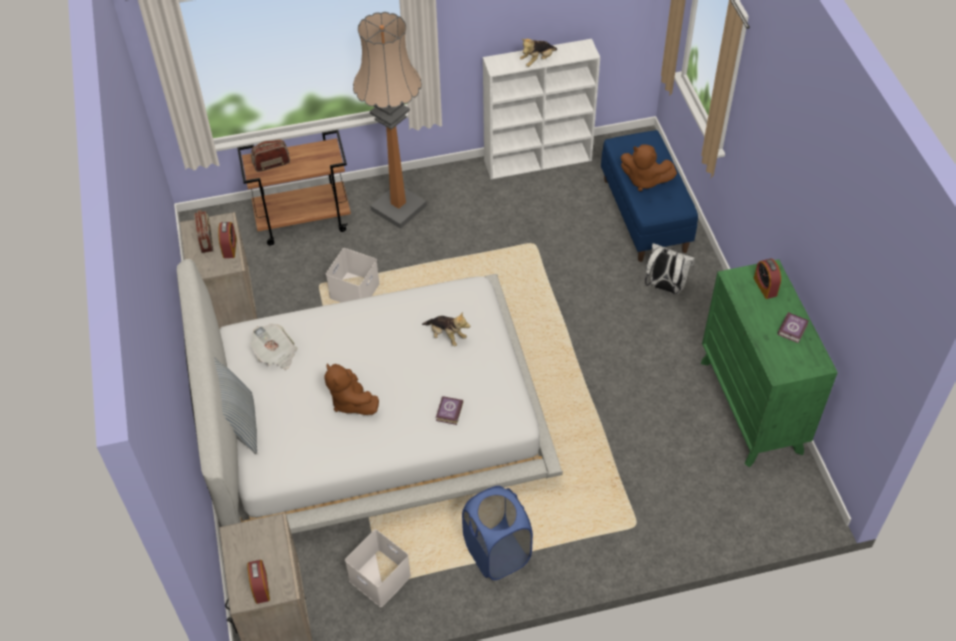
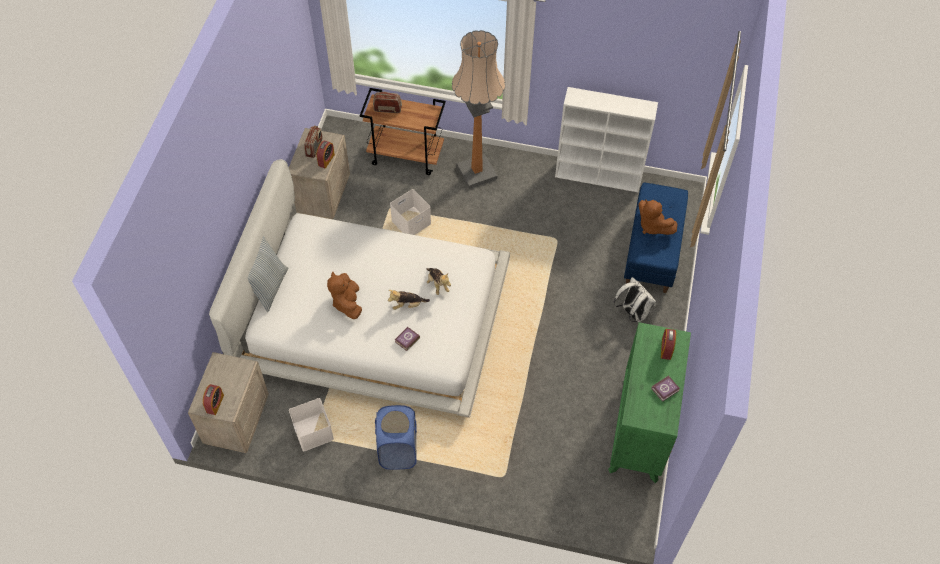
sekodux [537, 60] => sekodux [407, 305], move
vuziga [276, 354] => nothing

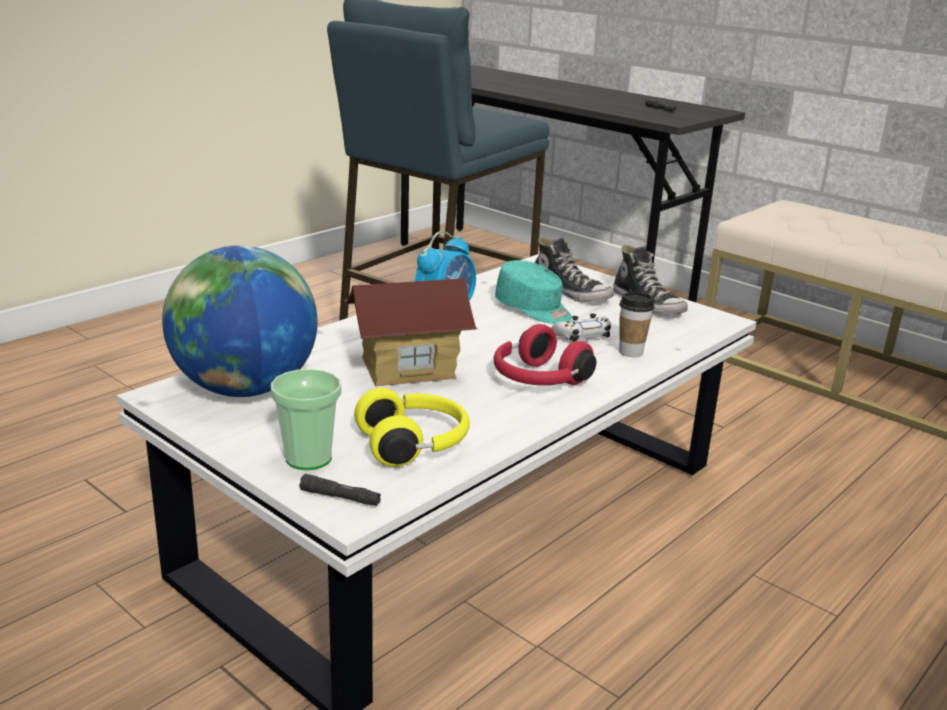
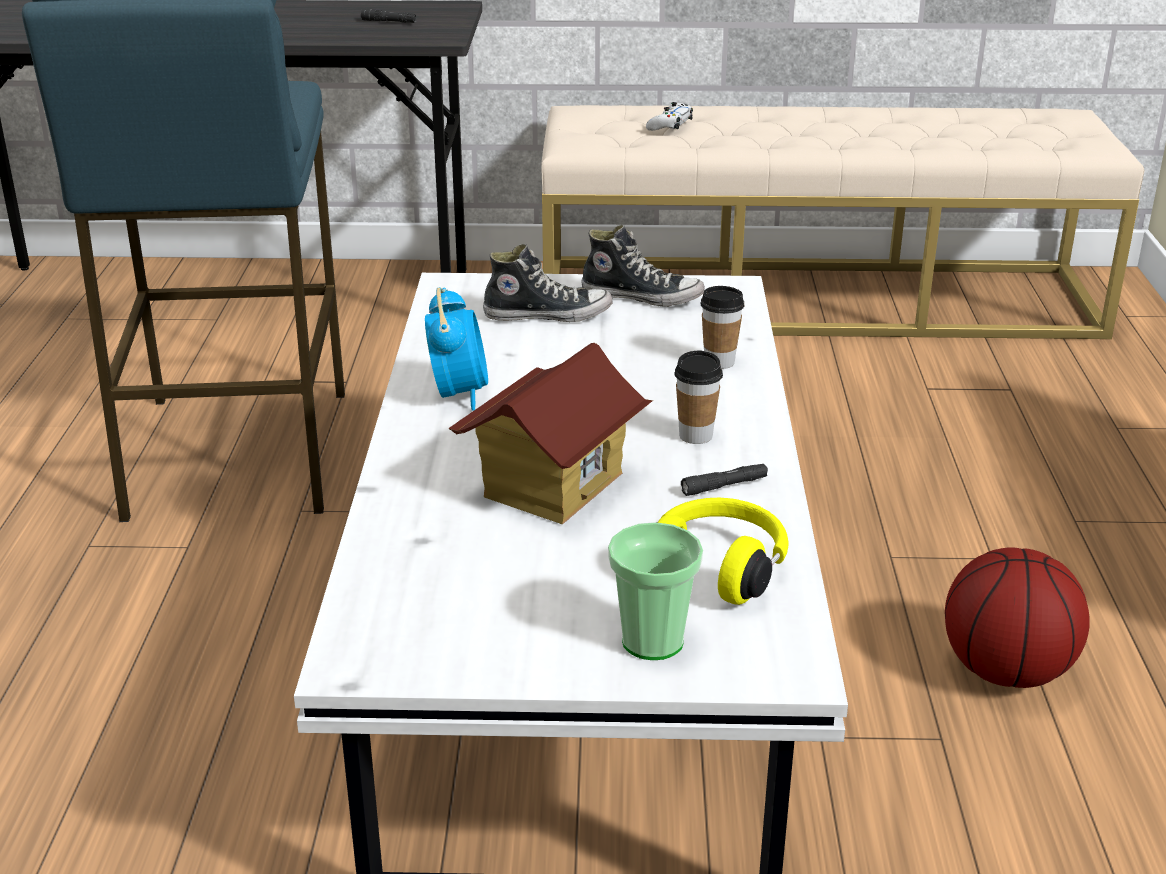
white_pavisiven [582, 336] => white_pavisiven [670, 125], move
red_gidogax [538, 380] => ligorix [695, 436]
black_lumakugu [340, 497] => black_lumakugu [724, 486], move
nothing => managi [1007, 672]
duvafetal [245, 389] => nothing
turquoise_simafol [534, 309] => nothing

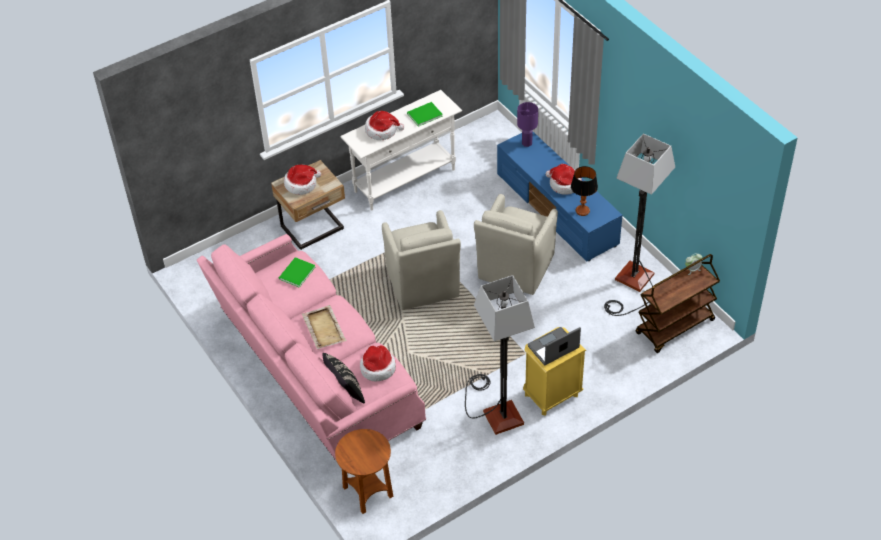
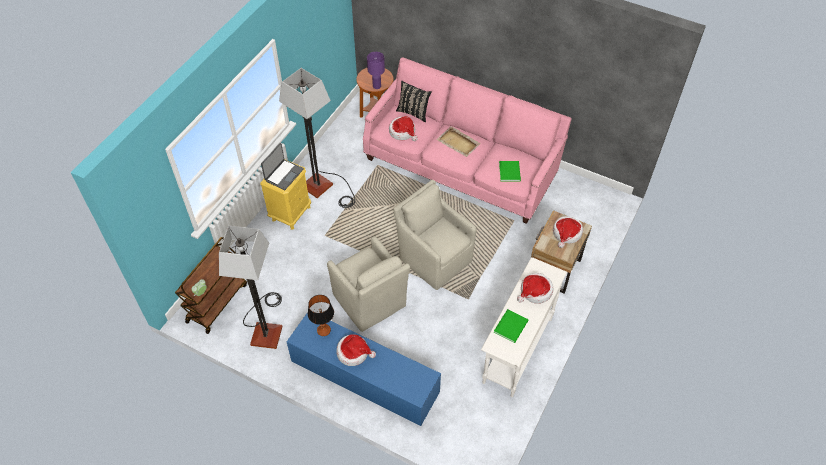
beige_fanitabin [515, 268] => beige_fanitabin [370, 302], 150 degrees clockwise
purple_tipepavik [526, 143] => purple_tipepavik [377, 86], move

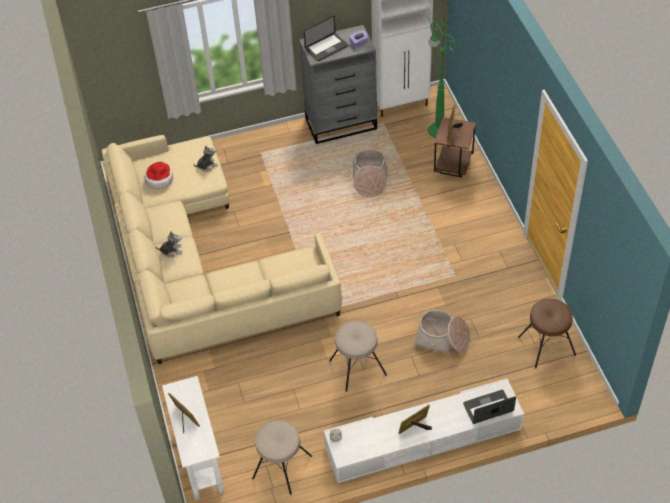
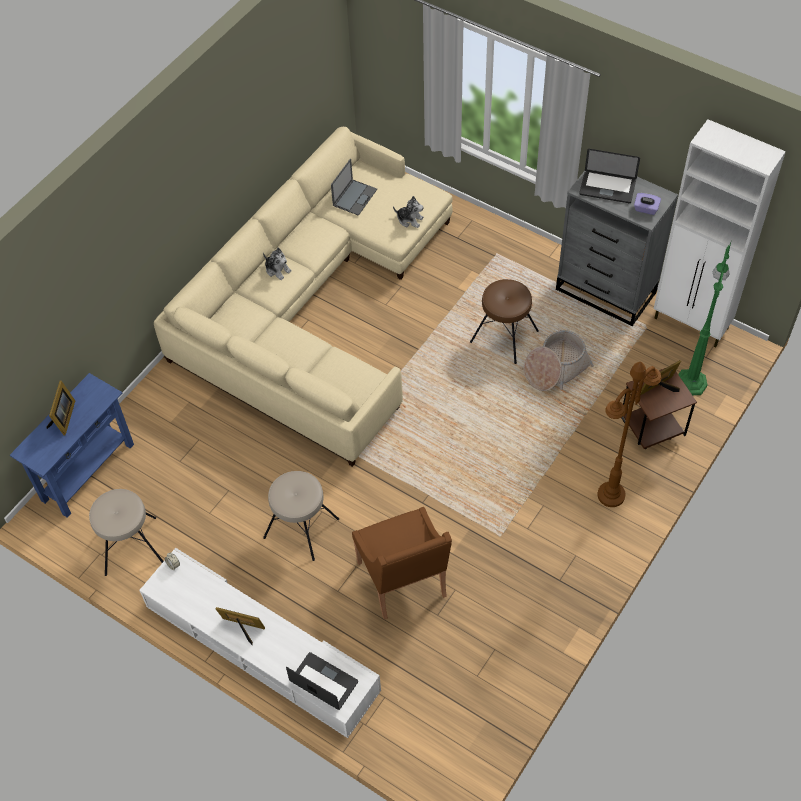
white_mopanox [200, 459] => blue_mopanox [88, 472]
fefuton [159, 179] => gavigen [355, 197]
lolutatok [442, 339] => brown_fanitabin [404, 581]
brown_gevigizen [546, 345] => brown_gevigizen [504, 336], move
nothing => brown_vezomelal [611, 495]

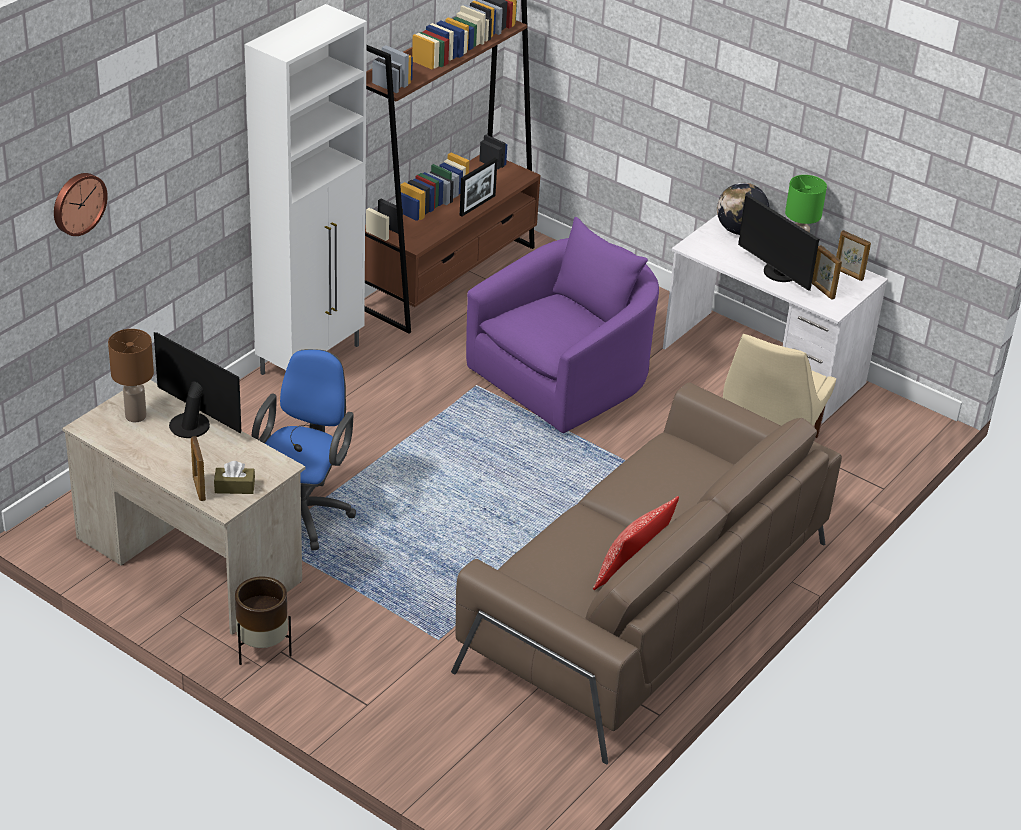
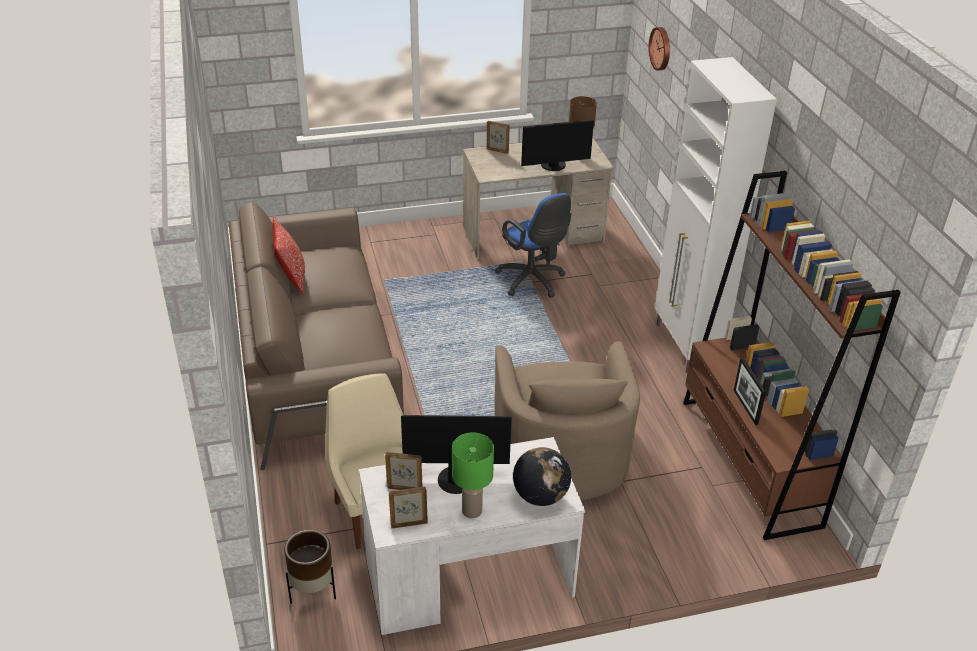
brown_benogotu [263, 650] => brown_benogotu [312, 590], move
purple_fanitabin [565, 377] => beige_fanitabin [561, 452]
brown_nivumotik [234, 487] => nothing

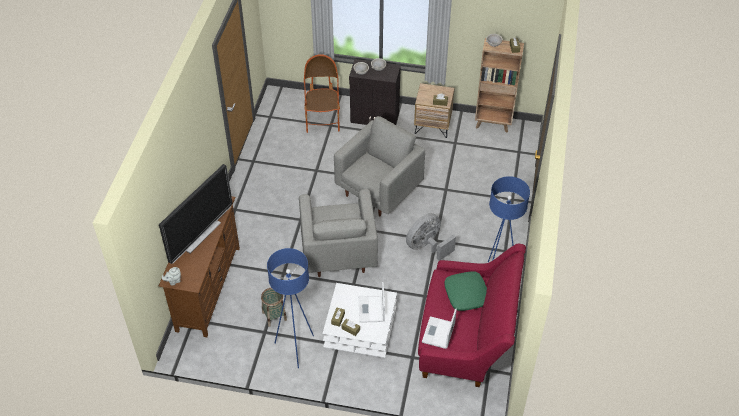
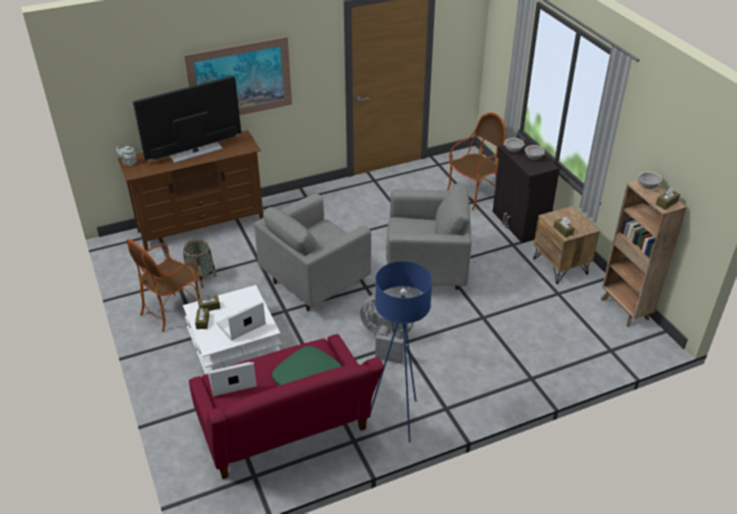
blue_vezomelal [295, 348] => fanitabin [172, 310]
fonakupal [200, 234] => fonakupal [195, 152], 150 degrees clockwise
nothing => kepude [240, 80]

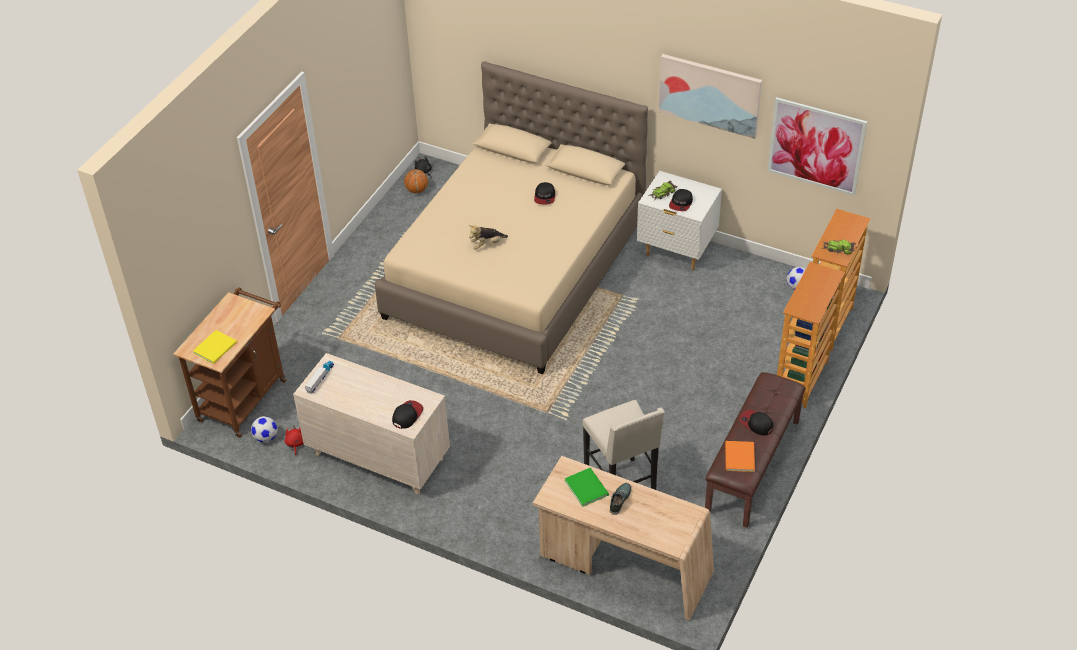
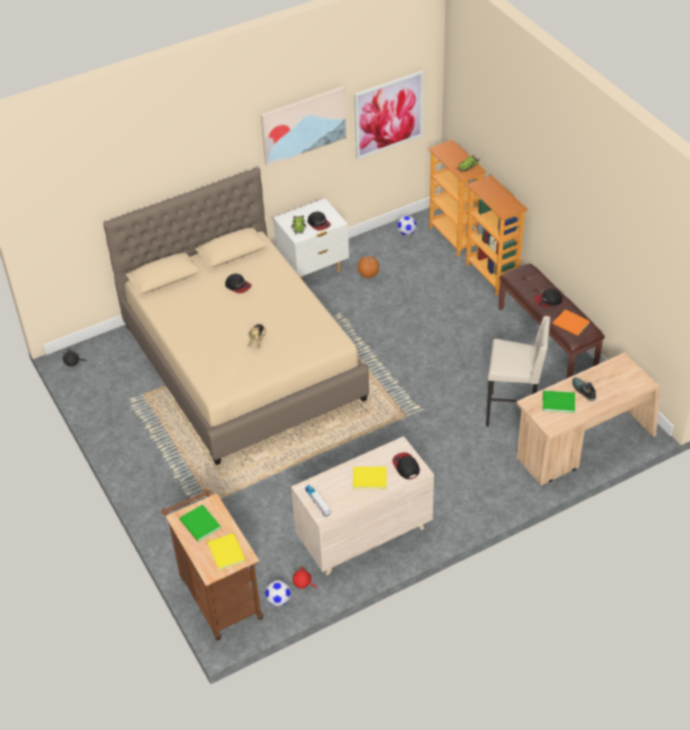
nothing => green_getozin [200, 525]
nothing => yellow_getozin [368, 477]
managi [417, 190] => managi [368, 275], move

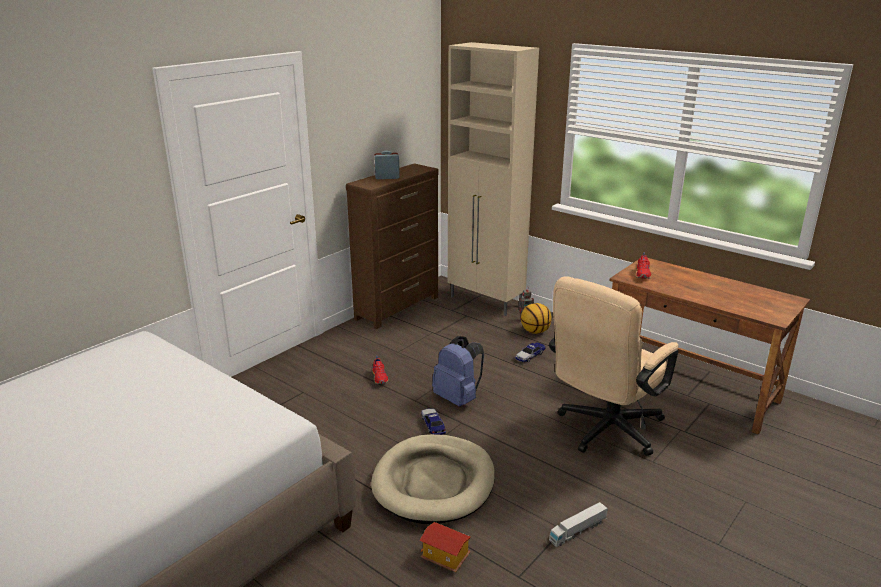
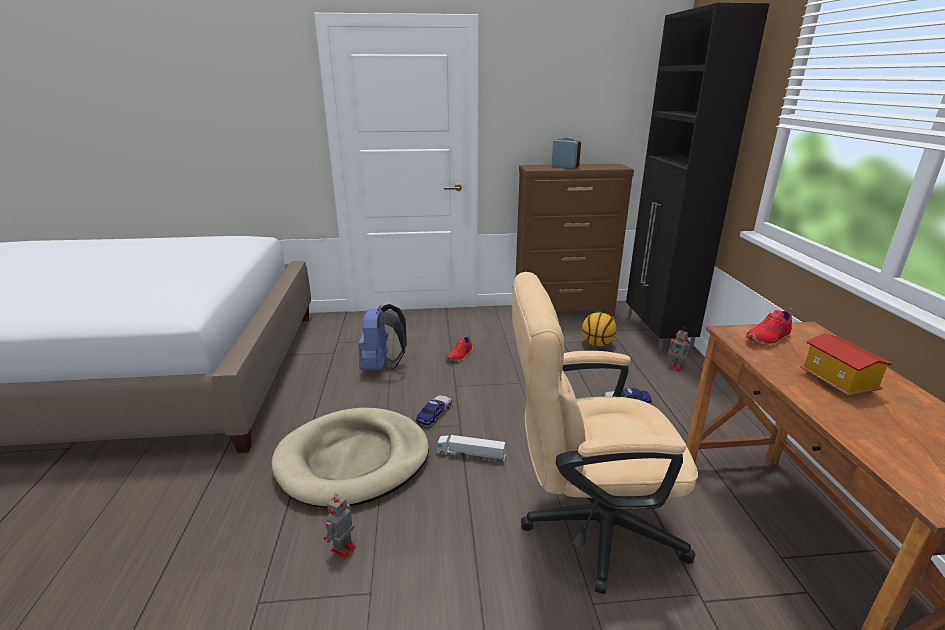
nothing => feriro [342, 549]
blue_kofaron [458, 398] => blue_kofaron [381, 366], move
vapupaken [578, 531] => vapupaken [470, 455], move
managi [535, 331] => managi [597, 344], move
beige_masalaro [486, 302] => black_masalaro [657, 336]
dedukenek [444, 558] => dedukenek [836, 383], move

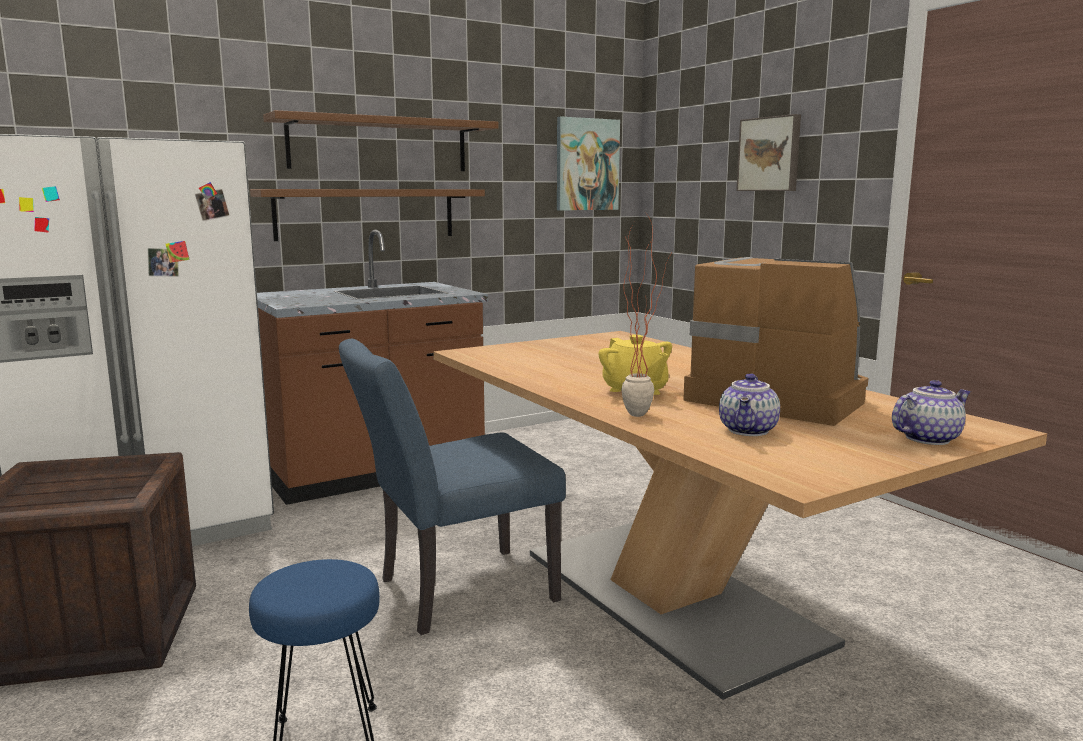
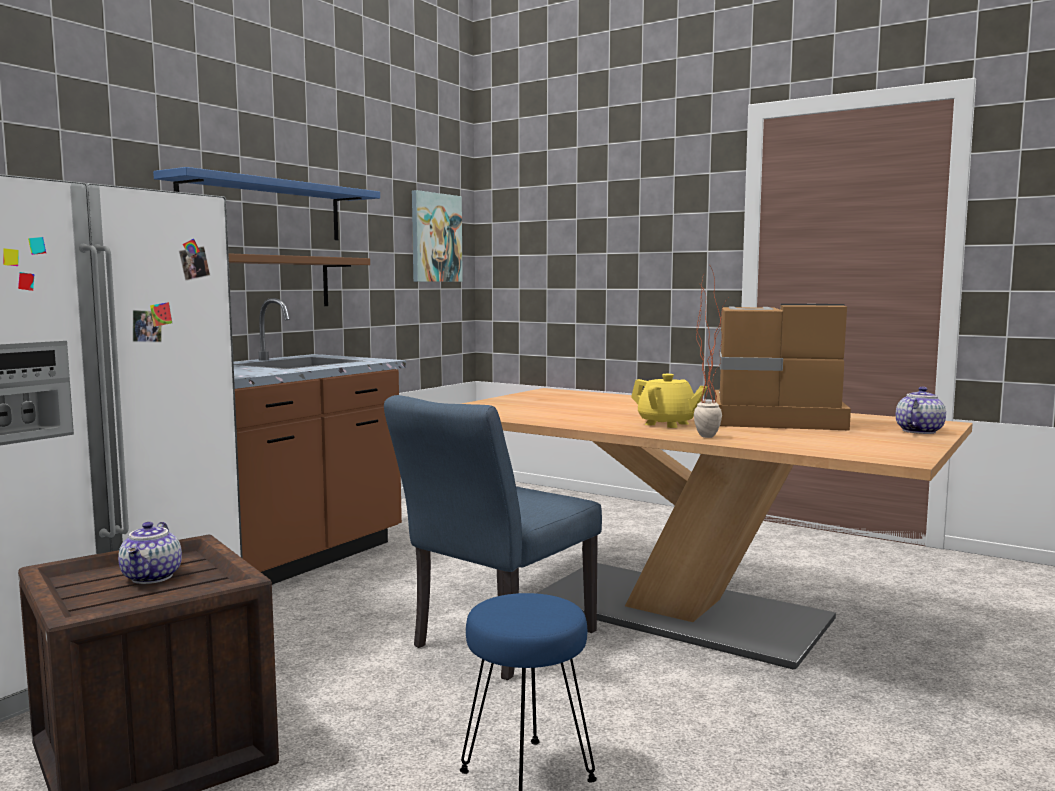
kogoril [749, 431] => kogoril [153, 577], move
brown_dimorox [379, 145] => blue_dimorox [263, 210]
kepude [770, 154] => nothing

